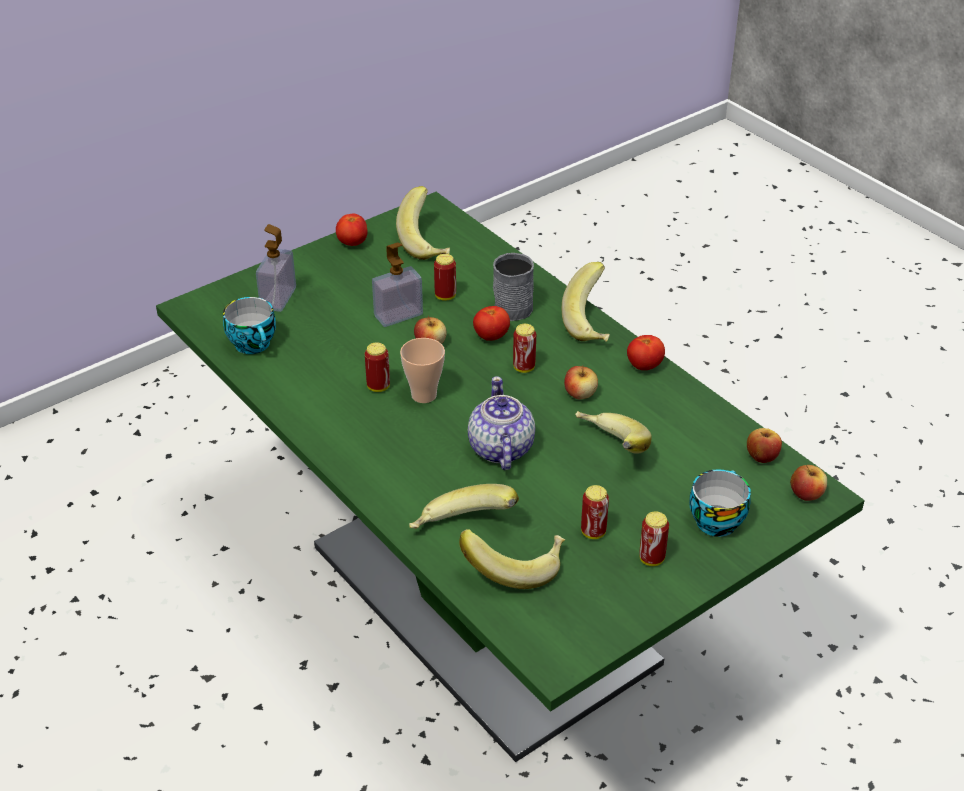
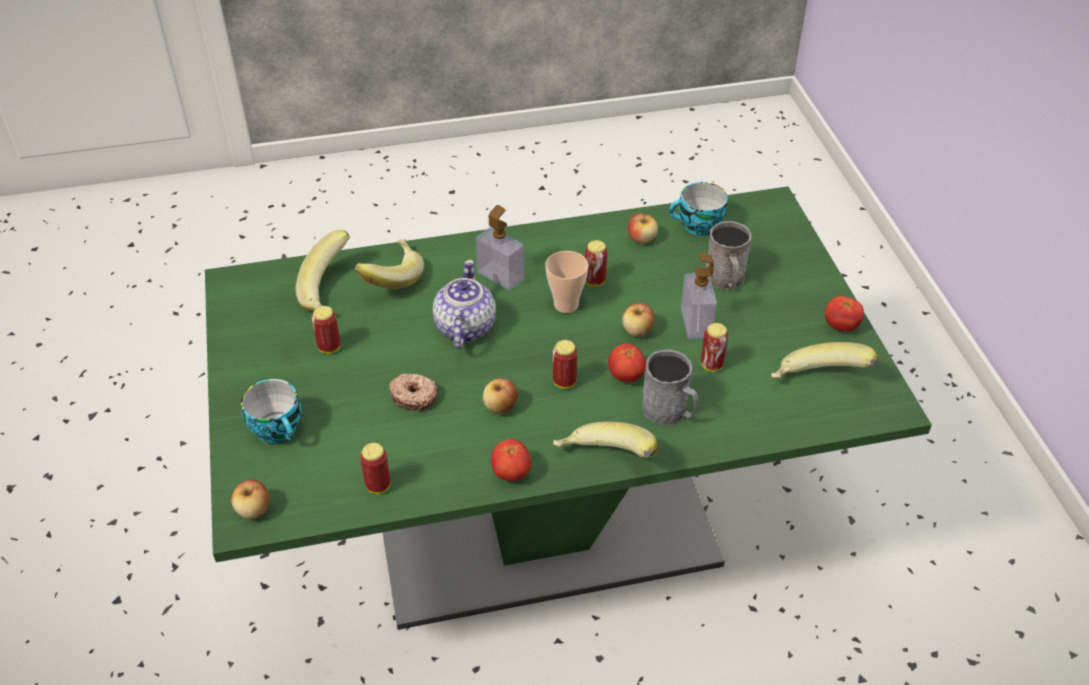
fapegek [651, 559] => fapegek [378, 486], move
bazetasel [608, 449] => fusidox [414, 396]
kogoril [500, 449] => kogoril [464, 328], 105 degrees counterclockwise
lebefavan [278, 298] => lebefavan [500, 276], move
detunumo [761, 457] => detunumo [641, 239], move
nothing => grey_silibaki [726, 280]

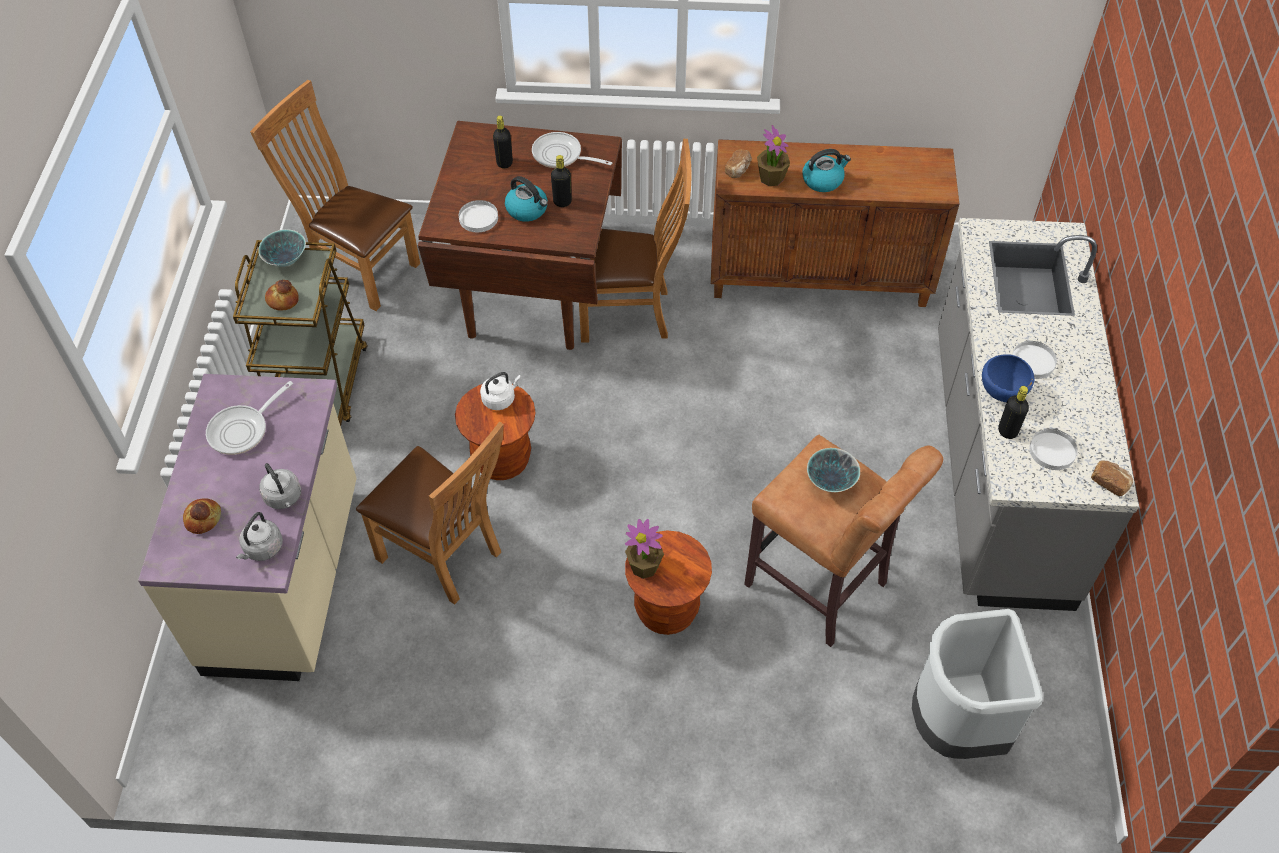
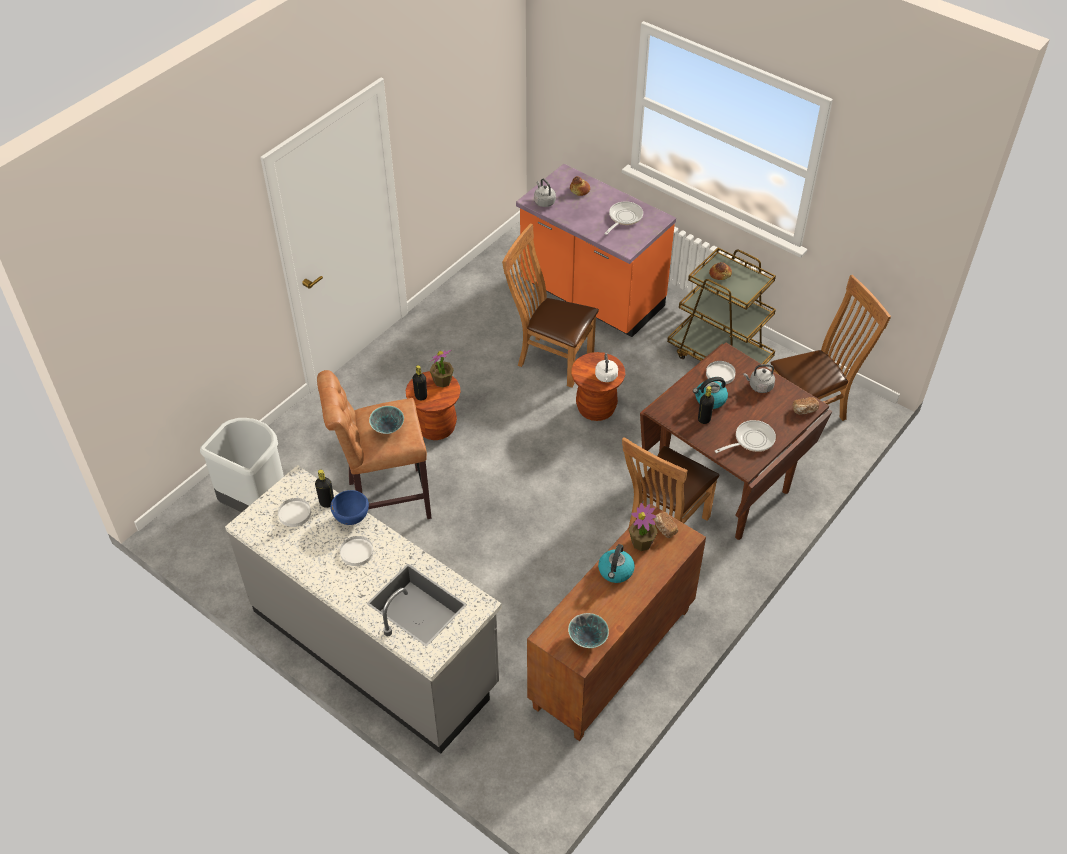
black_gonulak [504, 163] => black_gonulak [421, 396], move
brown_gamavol [446, 557] => brown_gamavol [551, 358], 45 degrees clockwise
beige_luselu [287, 579] => orange_luselu [591, 297]
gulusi [286, 260] => gulusi [588, 639], move
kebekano [243, 430] => kebekano [623, 218], 45 degrees clockwise
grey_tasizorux [284, 498] => grey_tasizorux [759, 386], move
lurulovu [1109, 482] => lurulovu [804, 410], move

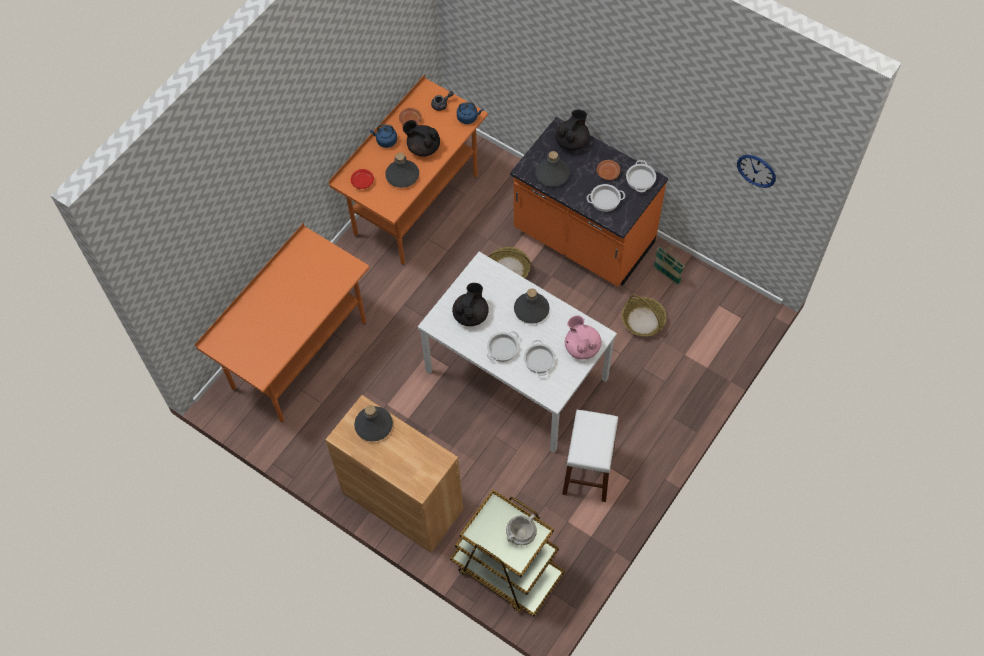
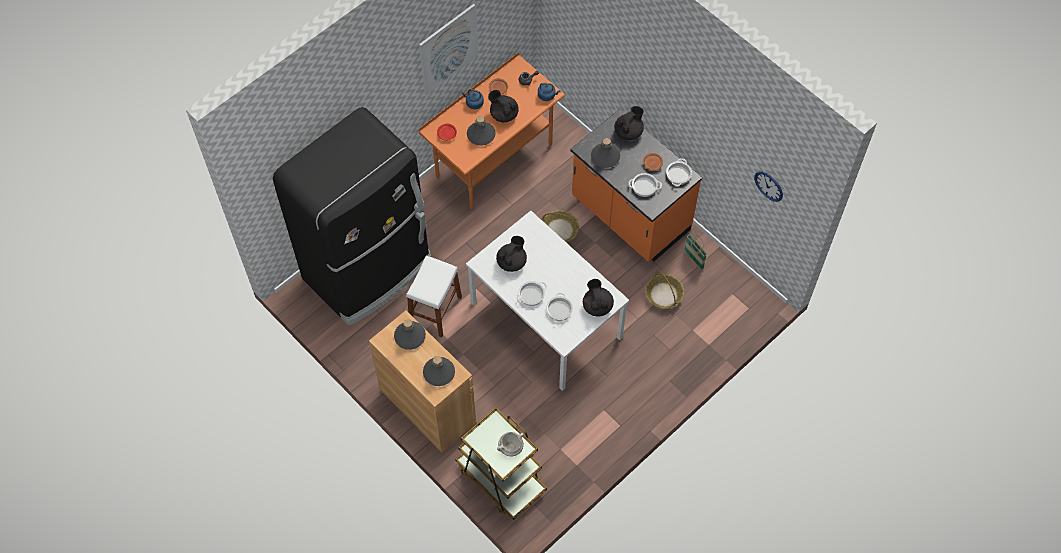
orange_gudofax [299, 356] => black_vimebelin [369, 270]
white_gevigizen [588, 470] => white_gevigizen [435, 311], move
nothing => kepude [448, 49]
grey_gonulak [531, 309] => grey_gonulak [439, 373], move
pink_kogoril [582, 347] => black_kogoril [597, 305]

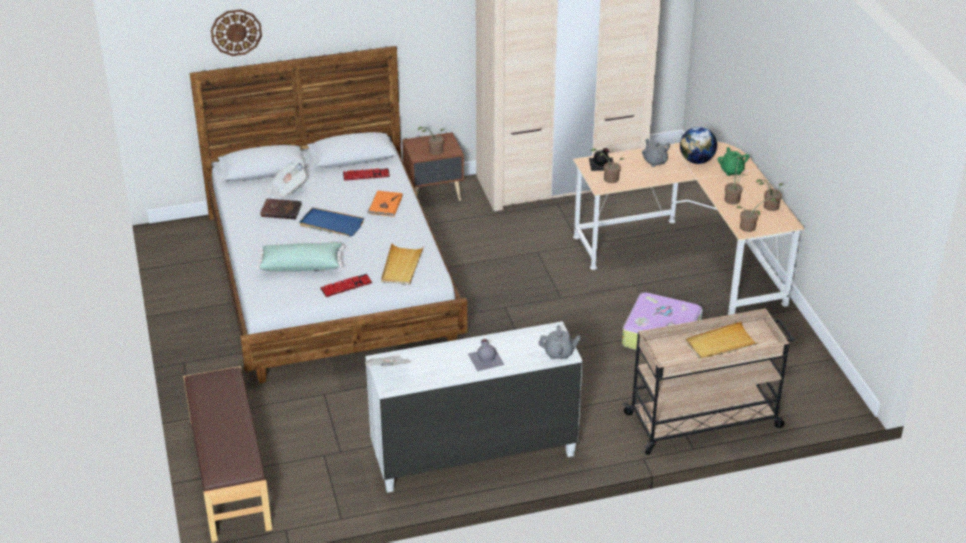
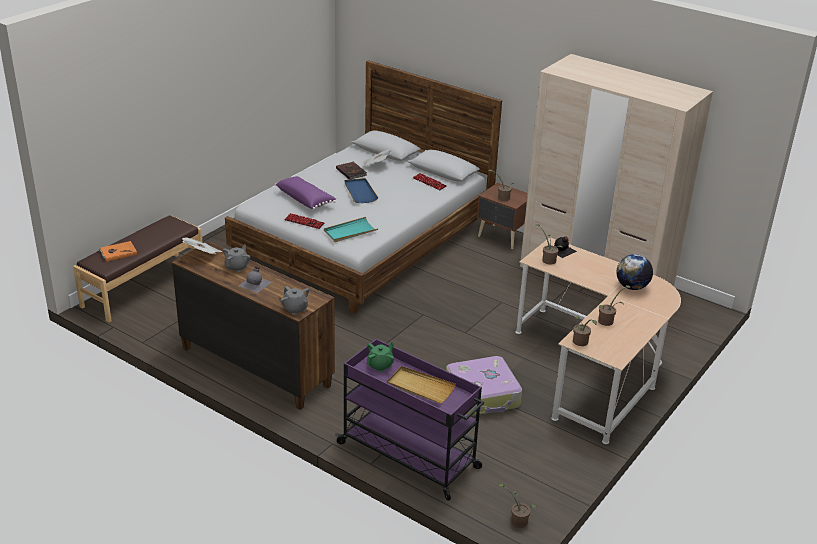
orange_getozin [385, 205] => orange_getozin [118, 252], move
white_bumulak [473, 454] => brown_bumulak [255, 366]
grey_kogoril [655, 161] => grey_kogoril [237, 267], move
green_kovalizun [301, 265] => purple_kovalizun [305, 199]
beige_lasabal [401, 266] => turquoise_lasabal [350, 232]
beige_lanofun [705, 420] => purple_lanofun [410, 456]
green_kogoril [731, 171] => green_kogoril [380, 365], move
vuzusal [768, 207] => vuzusal [517, 520], move
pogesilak [236, 32] => nothing

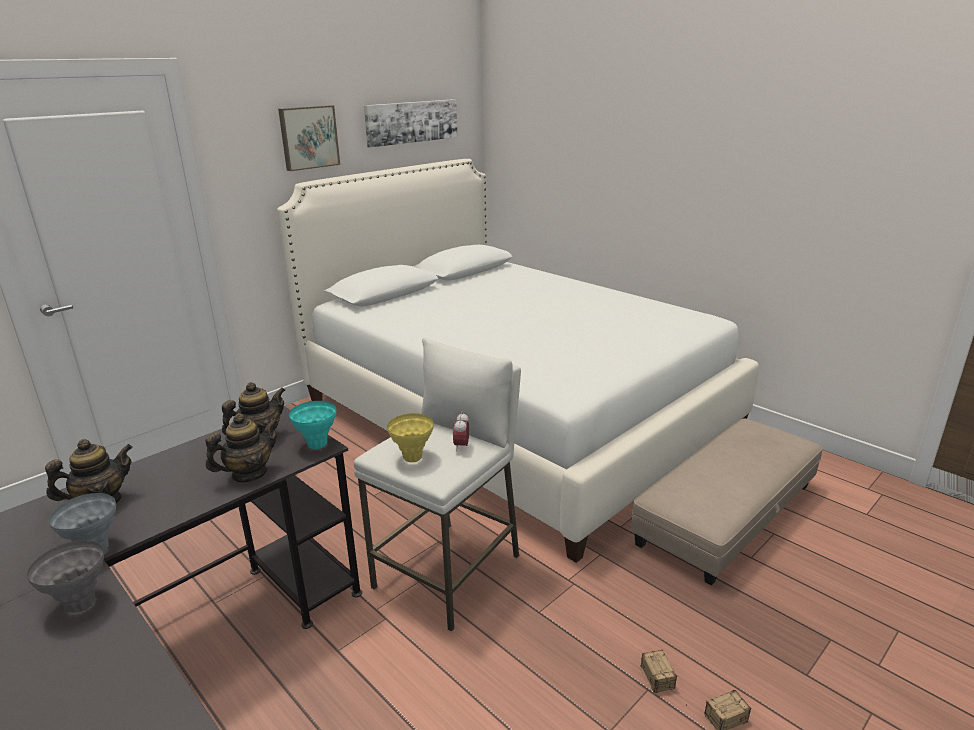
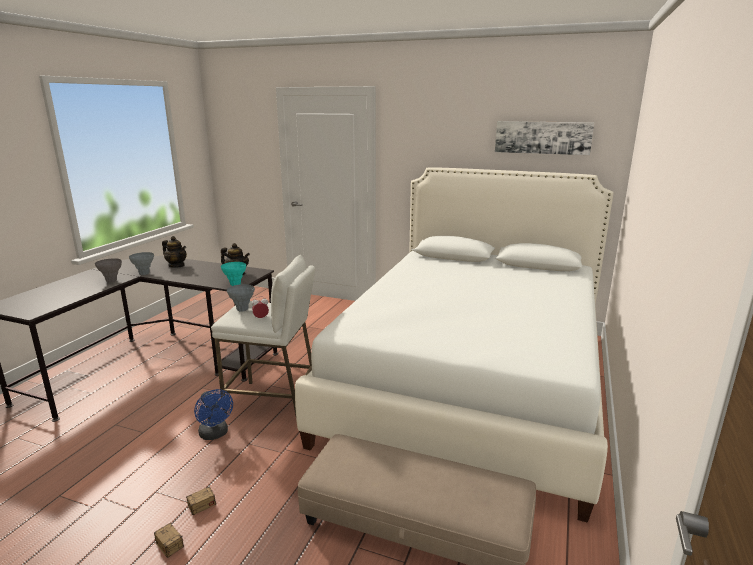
nothing => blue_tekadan [215, 434]
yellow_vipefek [412, 458] => grey_vipefek [242, 309]
kogoril [249, 474] => nothing
kepude [308, 137] => nothing

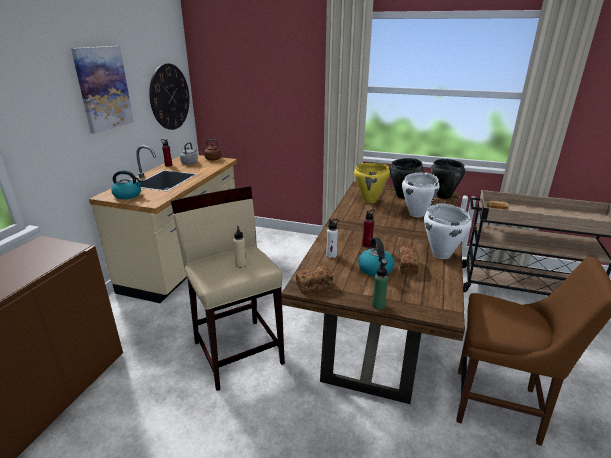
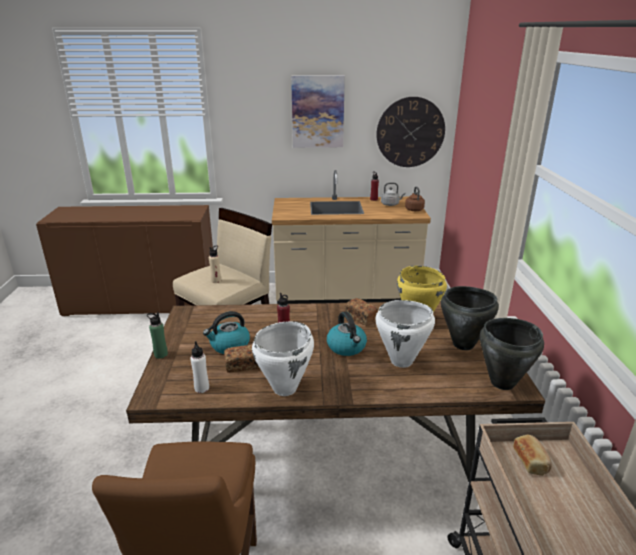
white_gonulak [331, 255] => white_gonulak [201, 388], move
tasizorux [128, 195] => tasizorux [347, 347], move
lurulovu [314, 285] => lurulovu [361, 318], move

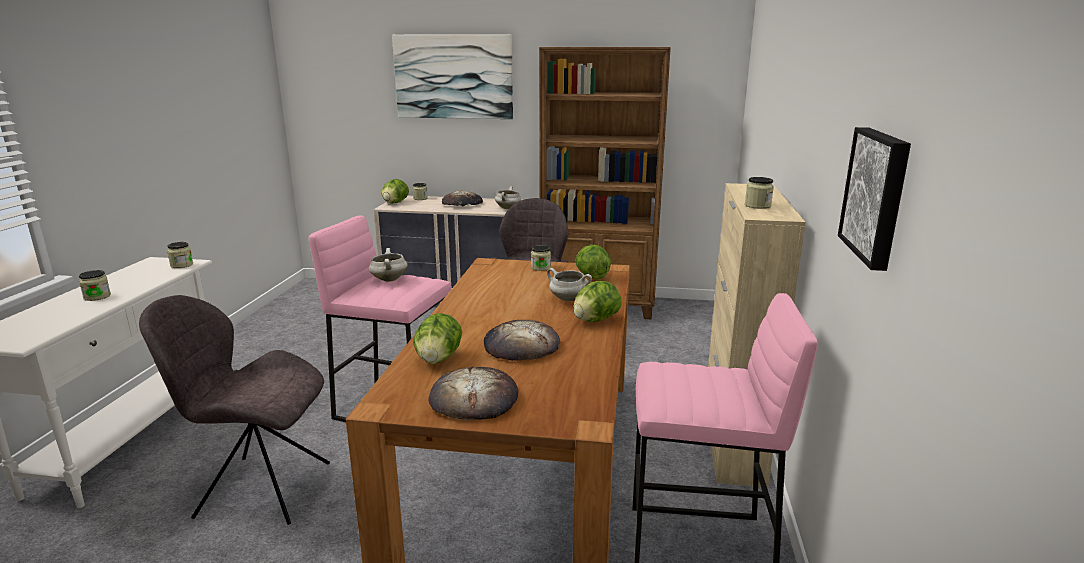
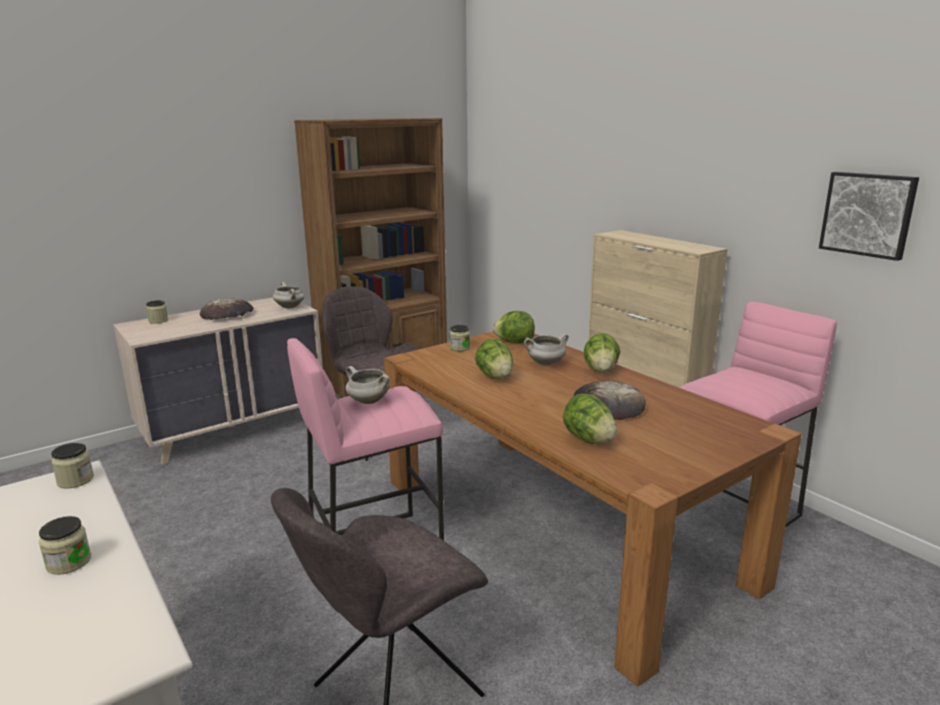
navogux [395, 203] => navogux [495, 376], move
kepude [453, 77] => nothing
lurulovu [474, 398] => nothing
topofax [757, 206] => nothing

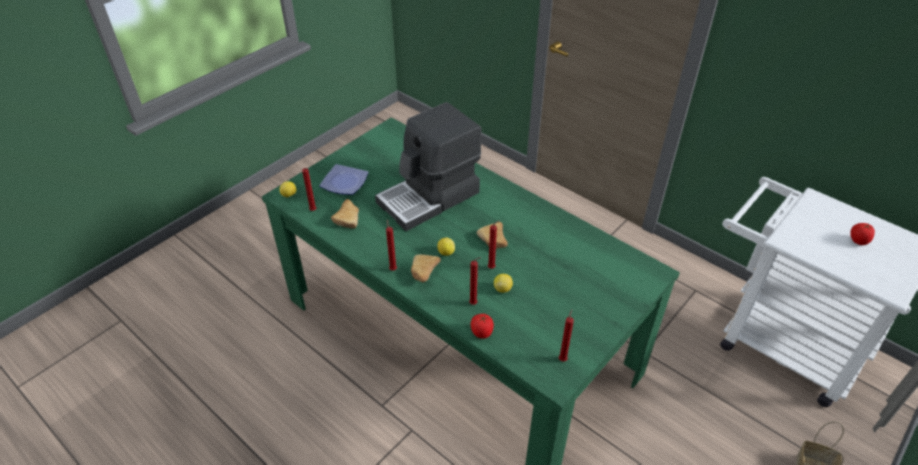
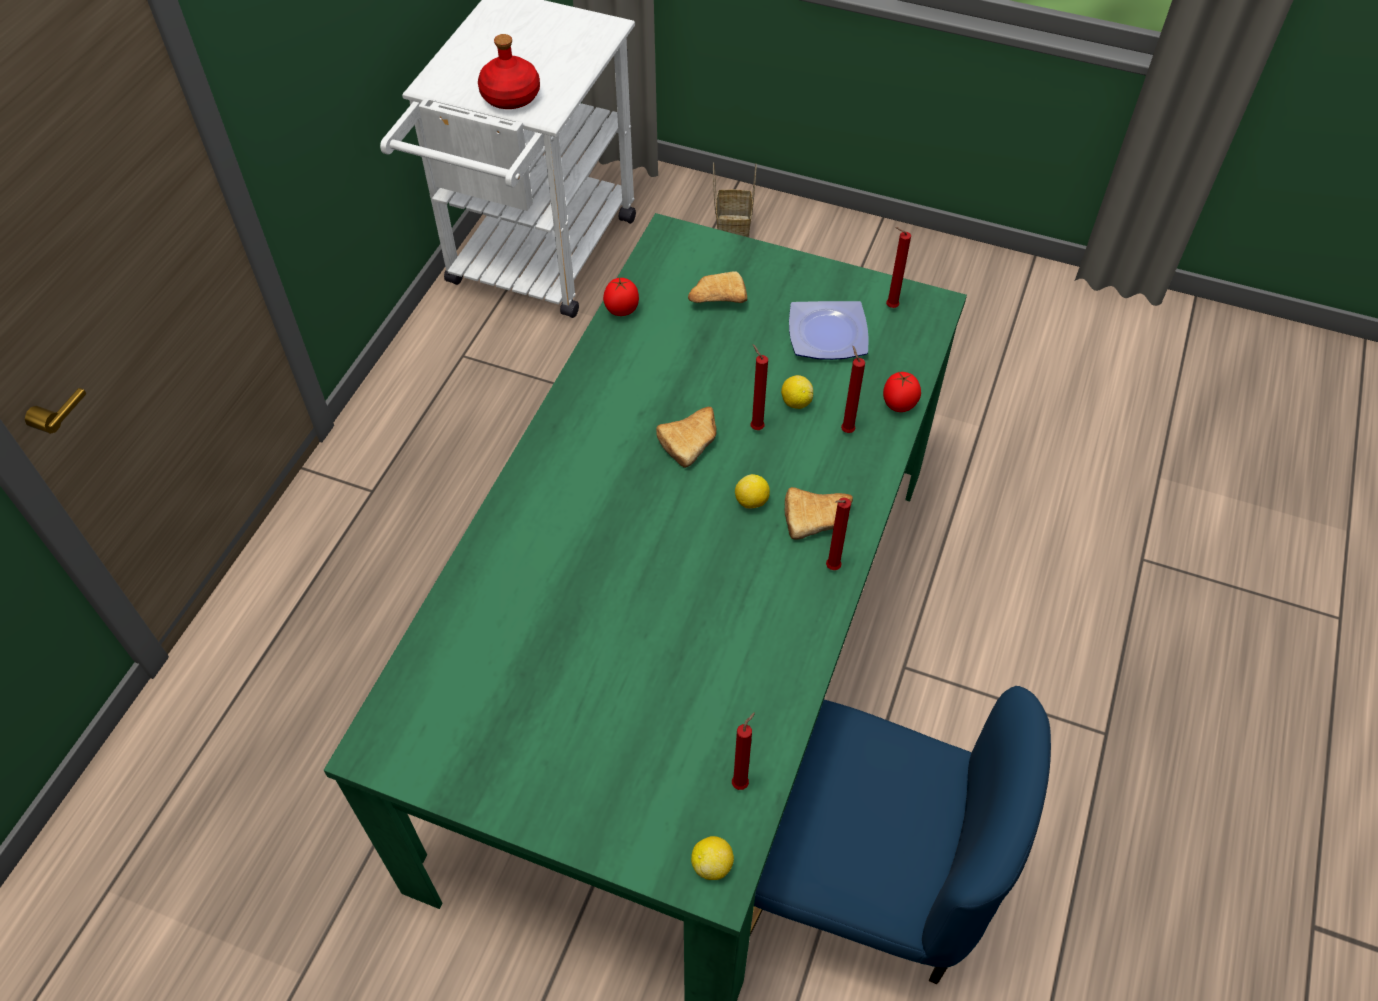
nothing => red_gonulak [510, 97]
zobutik [858, 241] => zobutik [621, 310], move
lurulovu [348, 217] => lurulovu [716, 299], move
nothing => blue_gamavol [860, 887]
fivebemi [344, 182] => fivebemi [826, 335], move
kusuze [430, 198] => nothing

